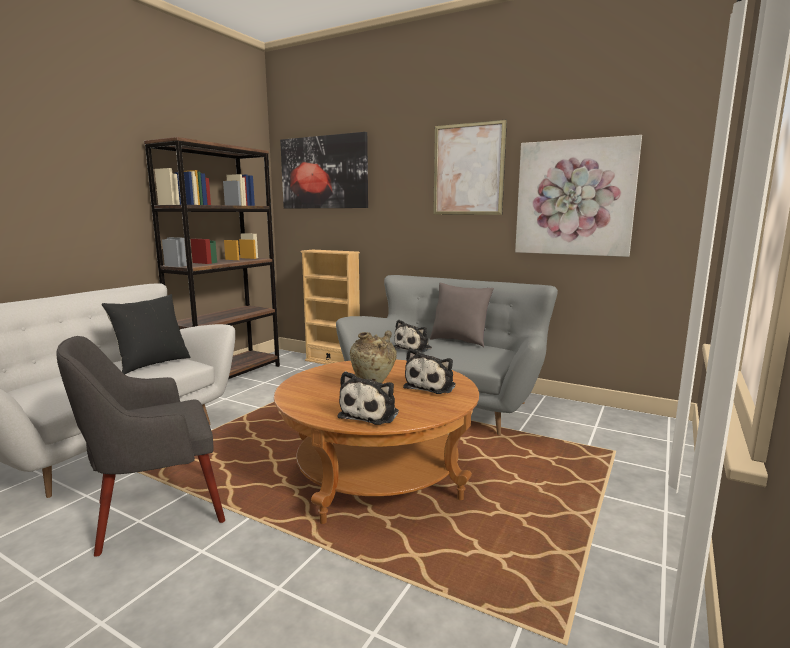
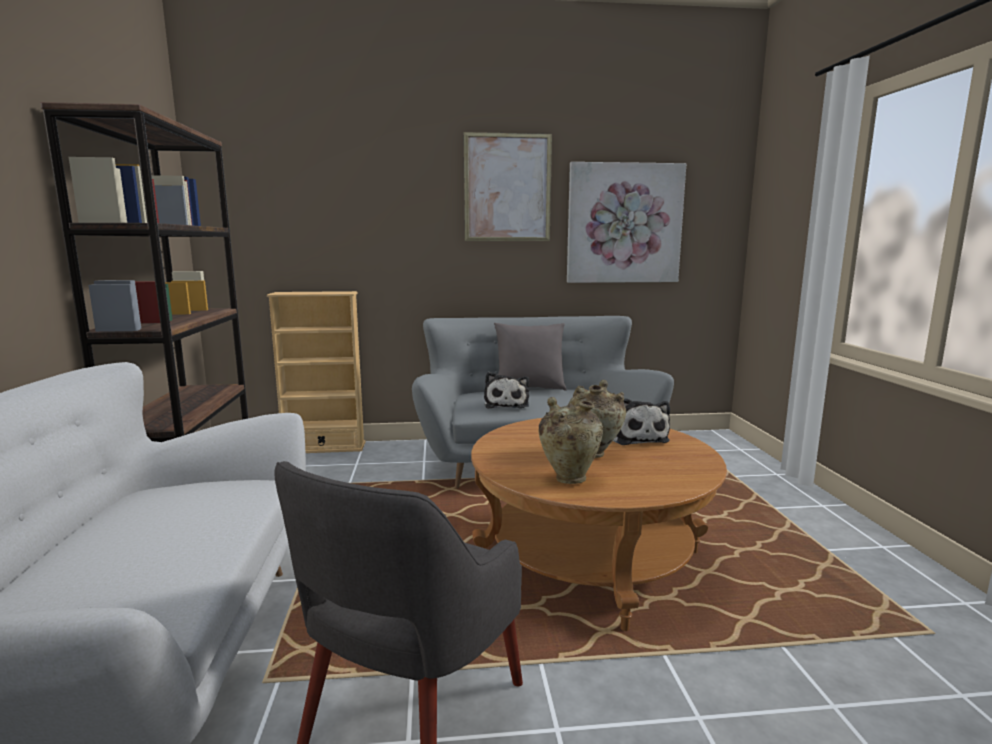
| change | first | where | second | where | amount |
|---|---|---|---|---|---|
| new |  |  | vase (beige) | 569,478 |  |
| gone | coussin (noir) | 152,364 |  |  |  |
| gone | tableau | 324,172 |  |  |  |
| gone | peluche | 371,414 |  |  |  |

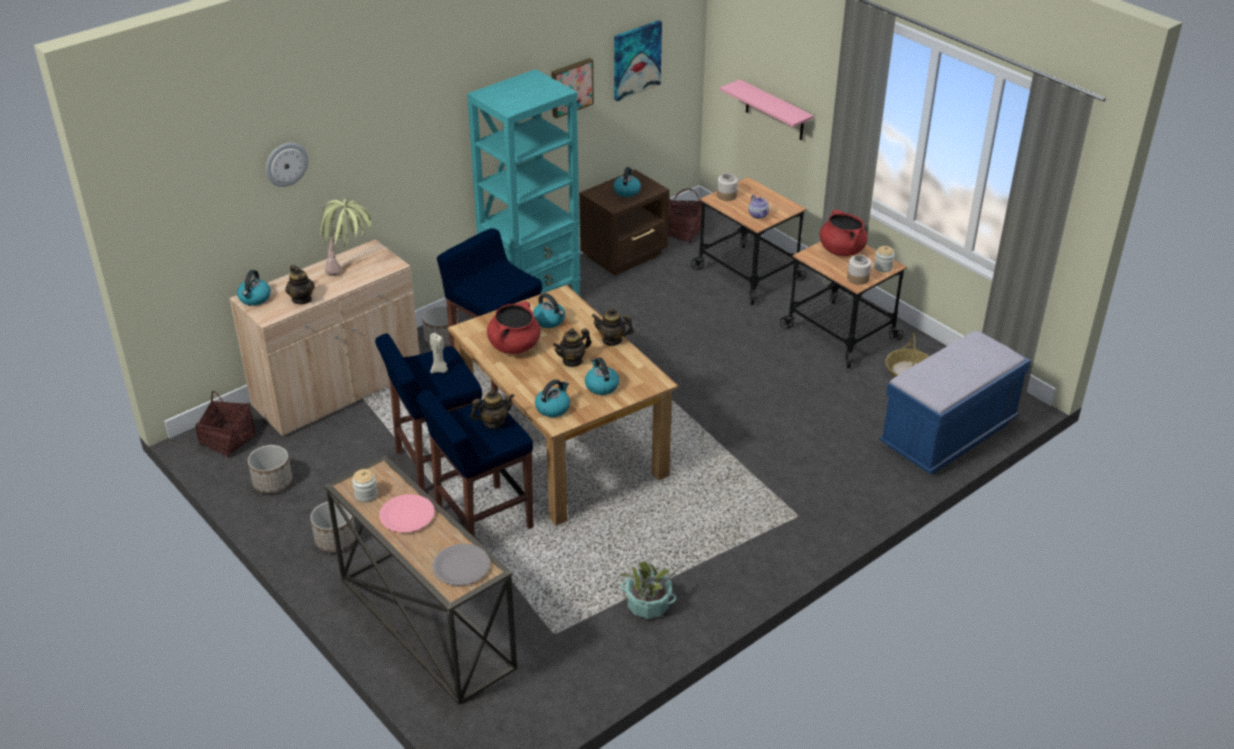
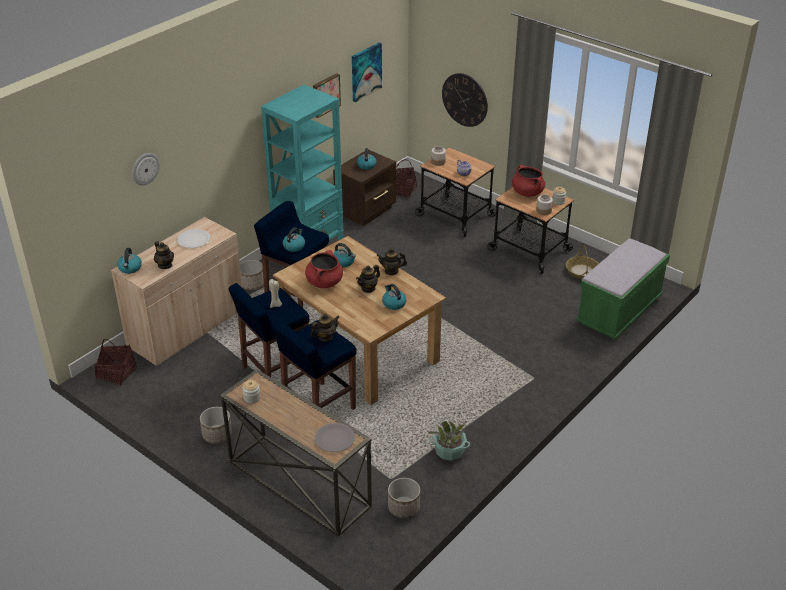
| change | first | where | second | where | amount |
|---|---|---|---|---|---|
| swapped | plante en pot | 350,269 | assiette (blanc) | 193,239 |  |
| shifted | bouilloire | 553,408 |  | 294,246 |  |
| shifted | cache-pot | 272,482 |  | 403,507 |  |
| swapped | étagère (rose) | 774,111 | horloge murale | 465,99 |  |
| repainted | banc (bleu) | 948,435 | banc (vert) | 619,311 |  |
| gone | assiette (rose) | 407,515 |  |  |  |

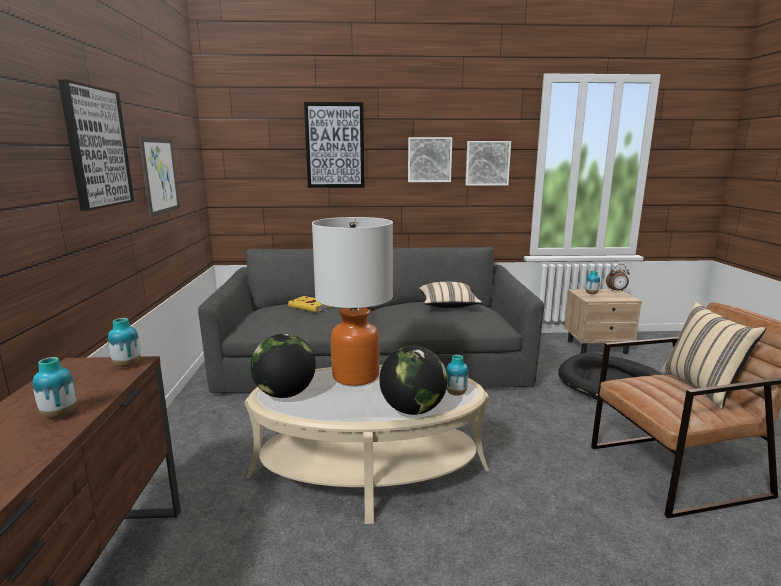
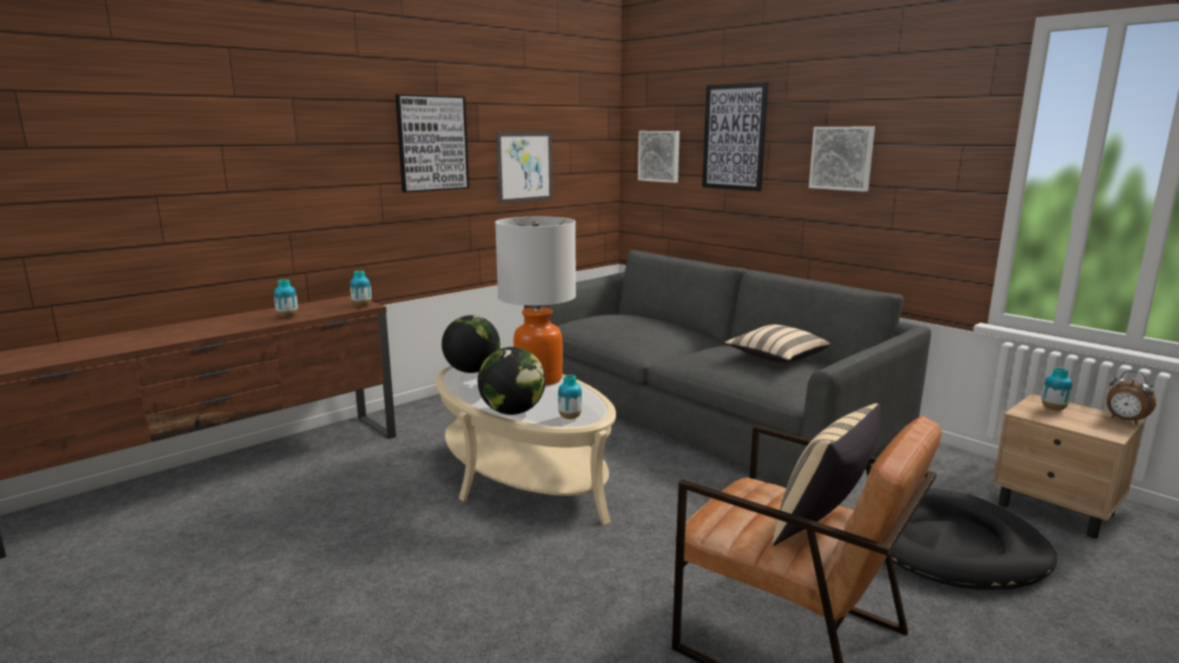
| change | first | where | second | where | amount |
|---|---|---|---|---|---|
| shifted | tableau | 487,163 |  | 660,156 |  |
| gone | livre (jaune) | 311,307 |  |  |  |

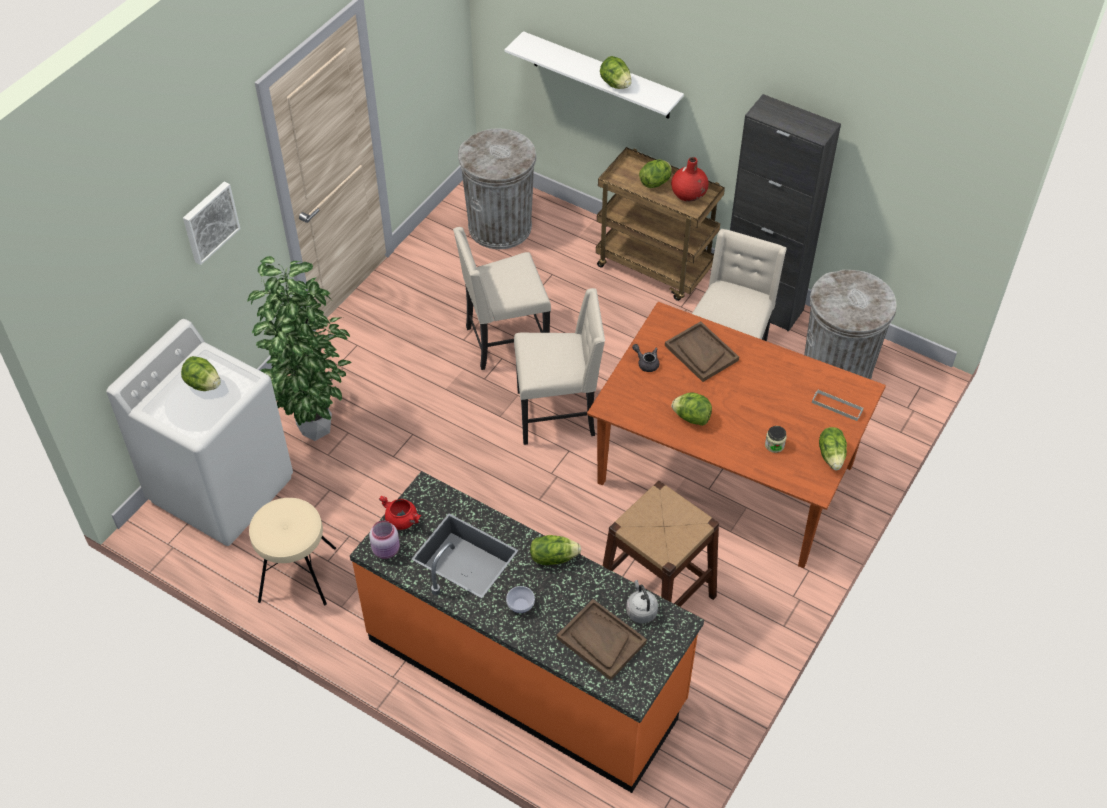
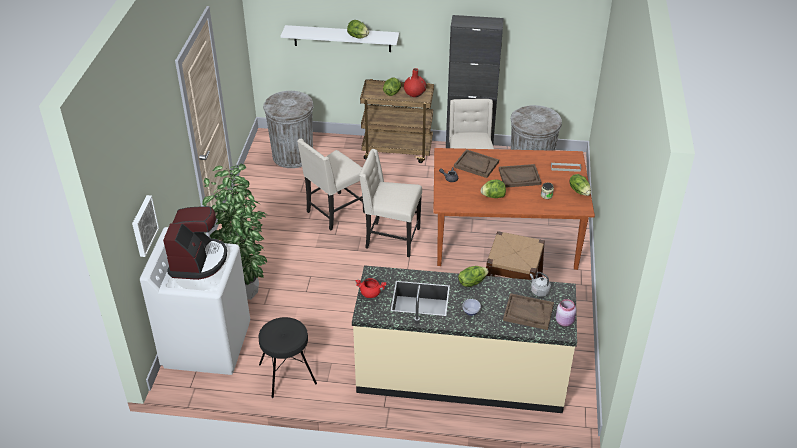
| change | first | where | second | where | amount |
|---|---|---|---|---|---|
| shifted | tableau | 209,222 |  | 143,225 |  |
| swapped | laitue | 203,384 | machine à café | 198,261 |  |
| repainted | tabouret (beige) | 297,574 | tabouret (noir) | 287,374 |  |
| repainted | comptoir de cuisine (orange) | 526,670 | comptoir de cuisine (beige) | 461,374 |  |
| rotated | chaise (beige) | 558,414 |  | 391,239 | 135 degrees counterclockwise |
| new |  |  | plateau (marron) | 519,177 |  |
| shifted | bocal (rose) | 387,550 |  | 565,321 |  |

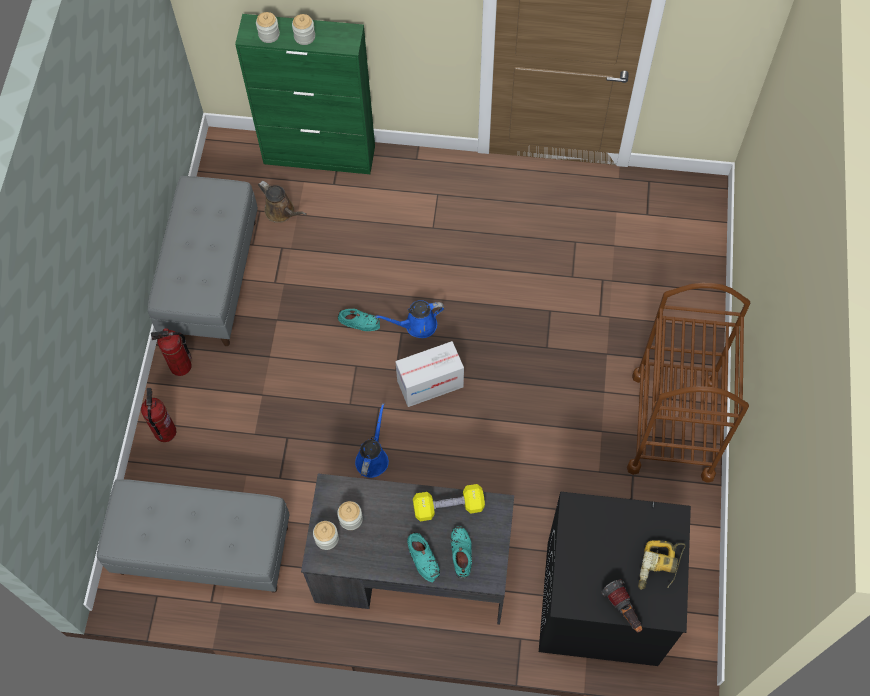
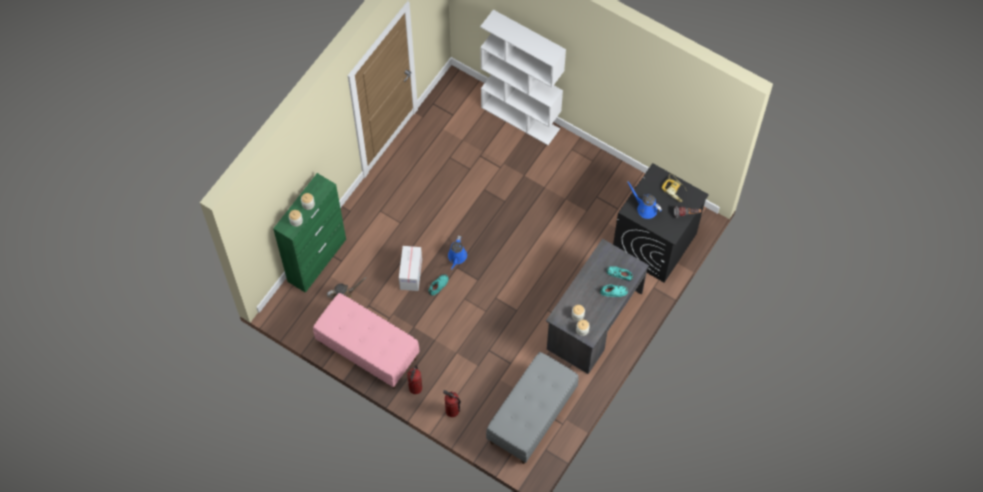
| change | first | where | second | where | amount |
|---|---|---|---|---|---|
| repainted | banc (gris) | 211,278 | banc (rose) | 367,350 |  |
| shifted | carton | 430,383 |  | 411,274 |  |
| new |  |  | bibliothèque (blanc) | 521,118 |  |
| shifted | arrosoir (bleu) | 373,458 |  | 645,208 |  |
| gone | haltère (jaune) | 448,506 |  |  |  |
| gone | chariot (marron) | 672,425 |  |  |  |

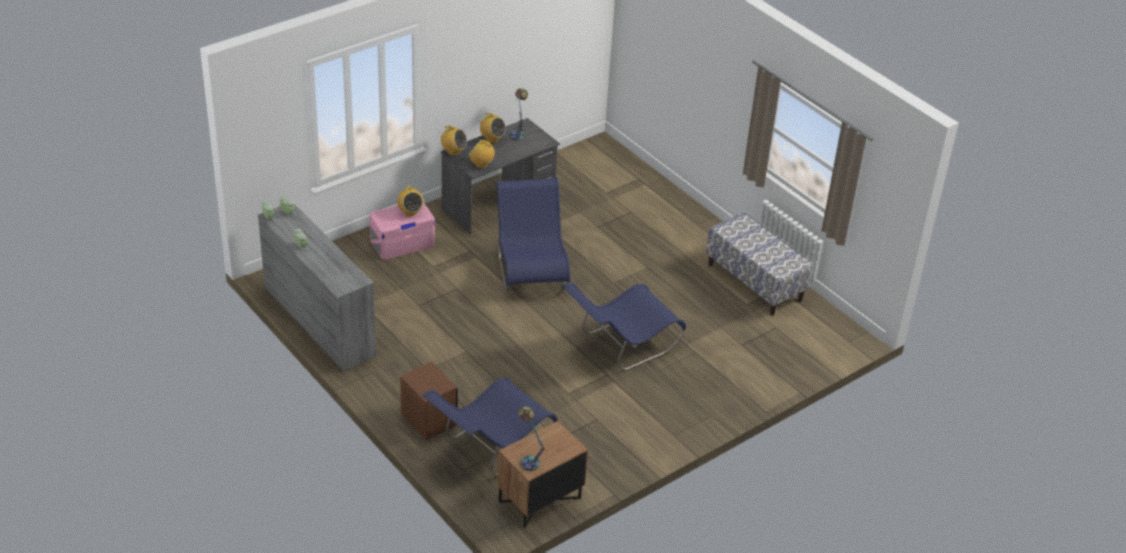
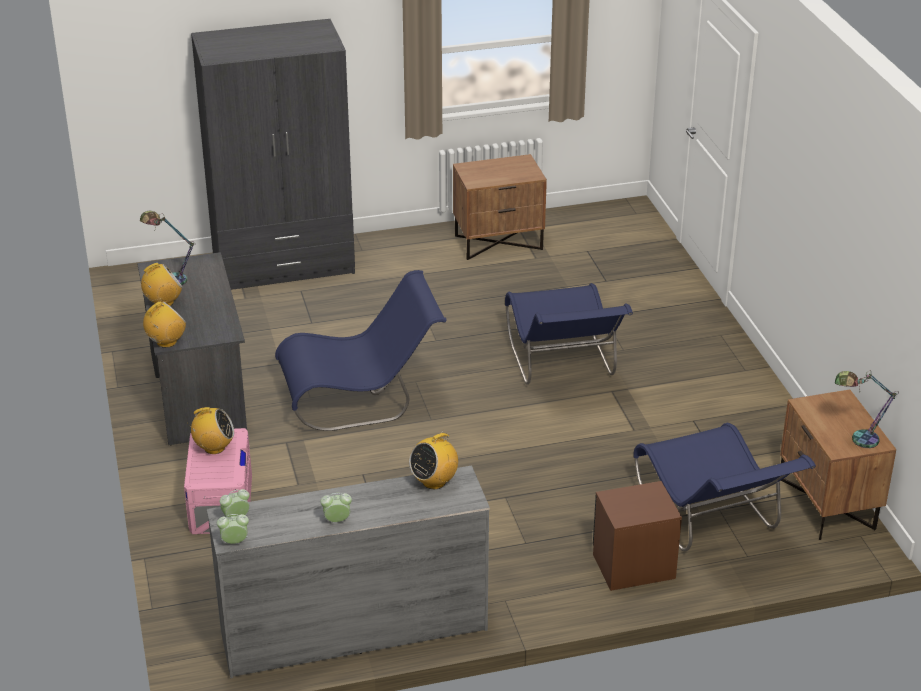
| change | first | where | second | where | amount |
|---|---|---|---|---|---|
| new |  |  | armoire (gris) | 284,264 |  |
| rotated | chaise (bleu) | 531,268 |  | 361,398 | 150 degrees clockwise |
| shifted | radio | 481,164 |  | 434,481 |  |
| swapped | banc | 755,282 | table de chevet (marron) | 498,242 |  |

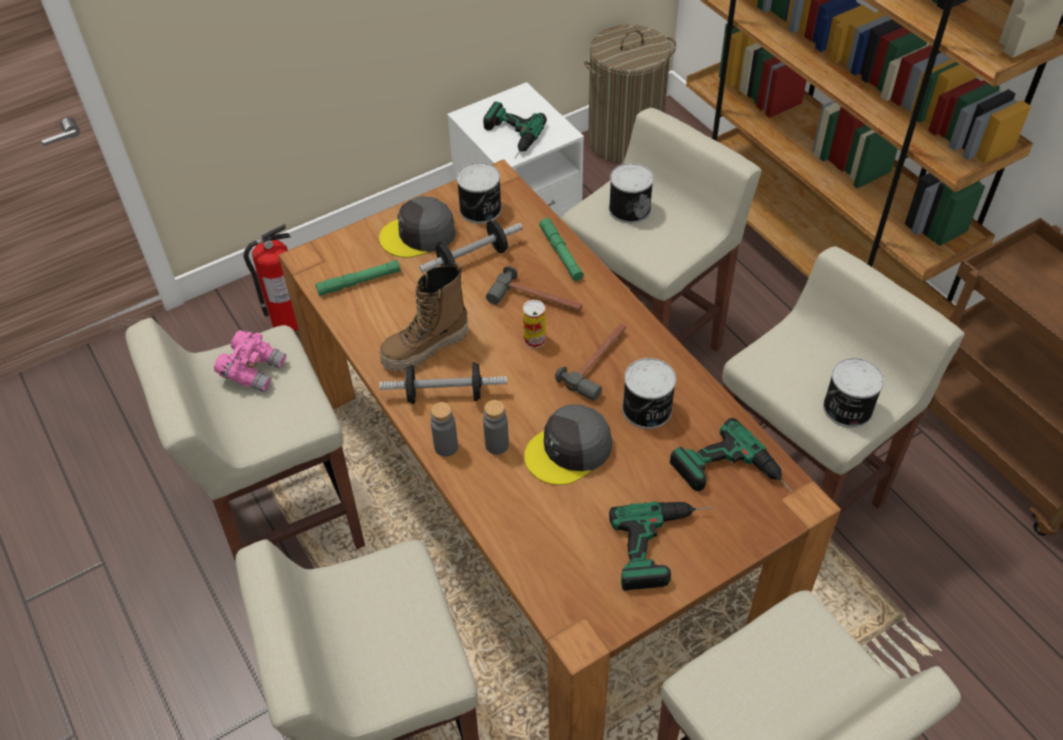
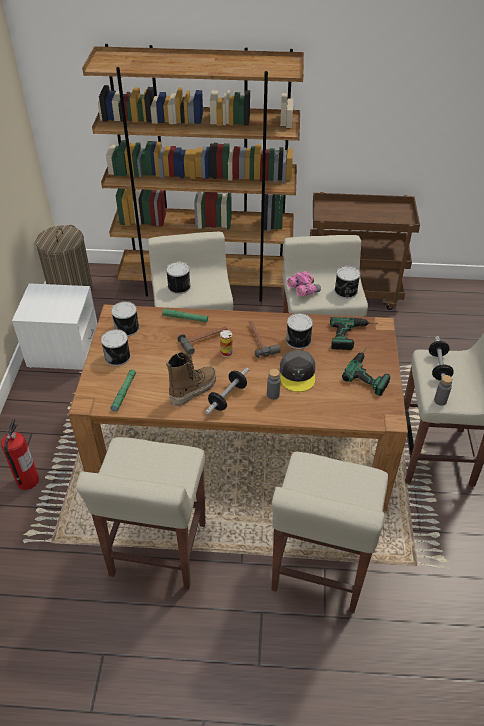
| change | first | where | second | where | amount |
|---|---|---|---|---|---|
| swapped | casquette (gris) | 419,235 | boîte métallique | 118,356 |  |
| rotated | botte | 425,348 |  | 193,390 | 135 degrees counterclockwise |
| shifted | jumelles (rose) | 253,370 |  | 302,291 |  |
| shifted | haltère | 472,259 |  | 438,367 |  |
| shifted | bouteille (gris) | 446,447 |  | 440,400 |  |
| gone | perceuse | 508,138 |  |  |  |

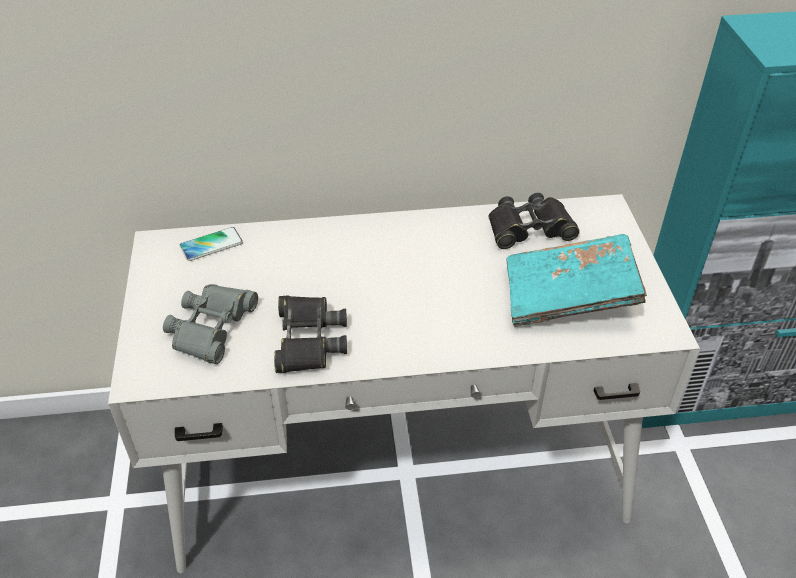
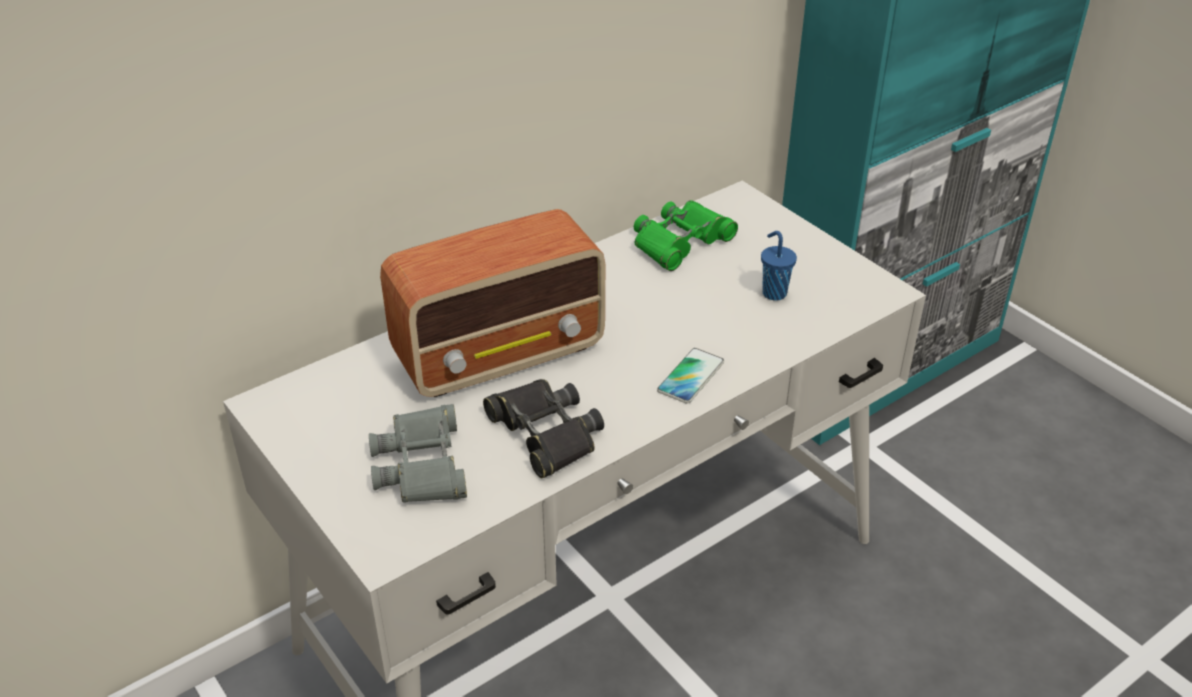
| change | first | where | second | where | amount |
|---|---|---|---|---|---|
| new |  |  | radio | 501,354 |  |
| repainted | jumelles (noir) | 529,228 | jumelles (vert) | 680,242 |  |
| shifted | téléphone | 211,245 |  | 690,377 |  |
| swapped | livre (turquoise) | 569,296 | tasse (bleu) | 773,292 |  |

